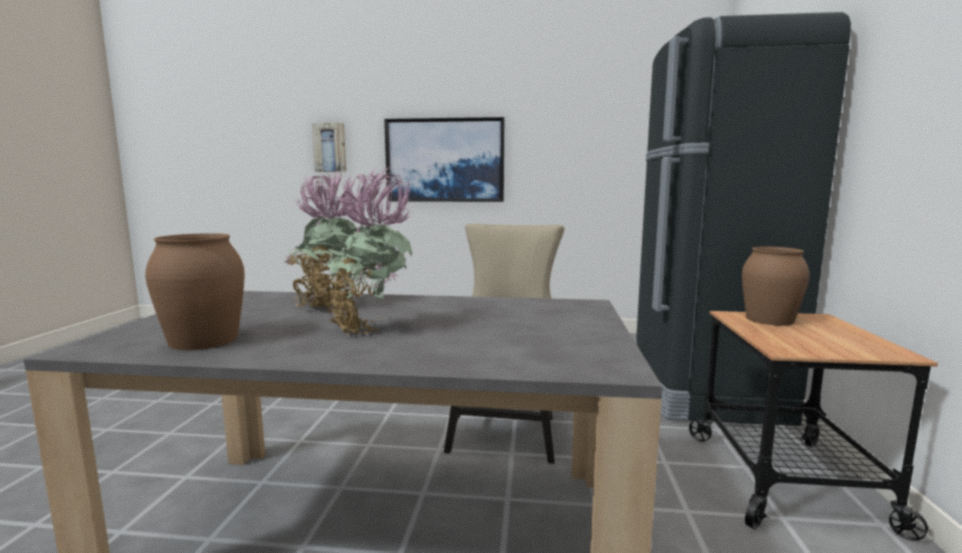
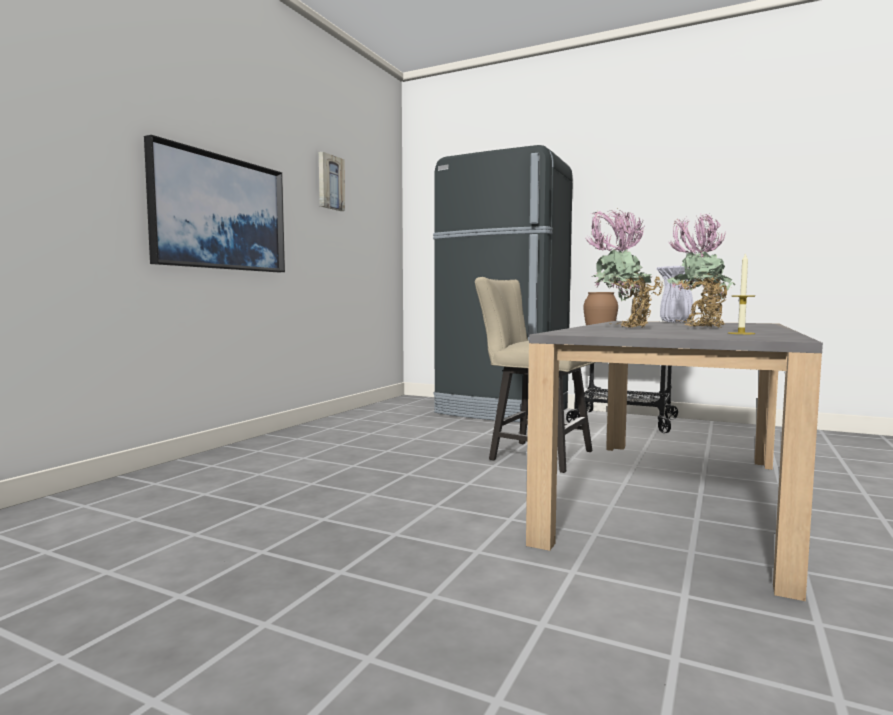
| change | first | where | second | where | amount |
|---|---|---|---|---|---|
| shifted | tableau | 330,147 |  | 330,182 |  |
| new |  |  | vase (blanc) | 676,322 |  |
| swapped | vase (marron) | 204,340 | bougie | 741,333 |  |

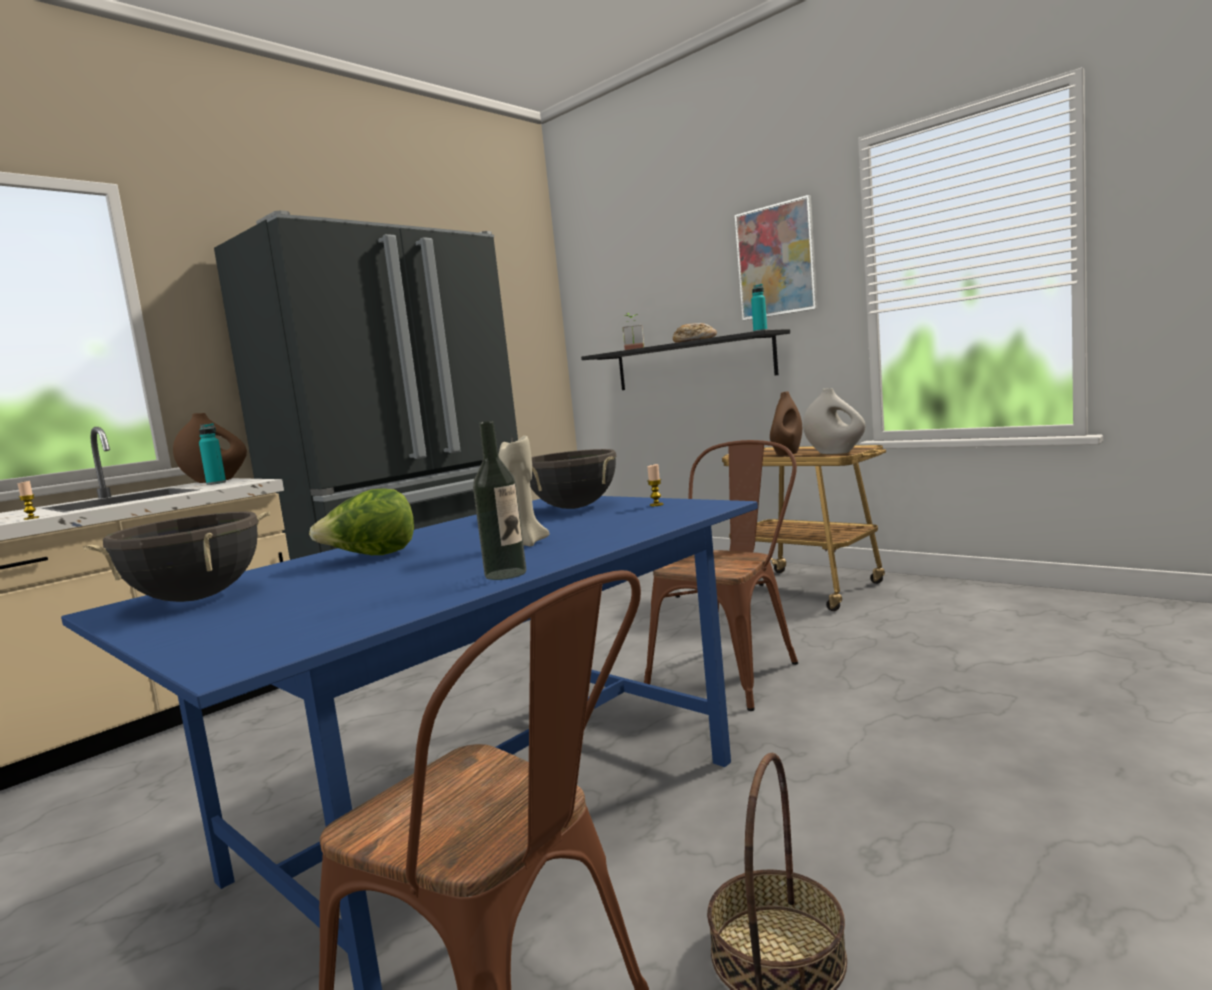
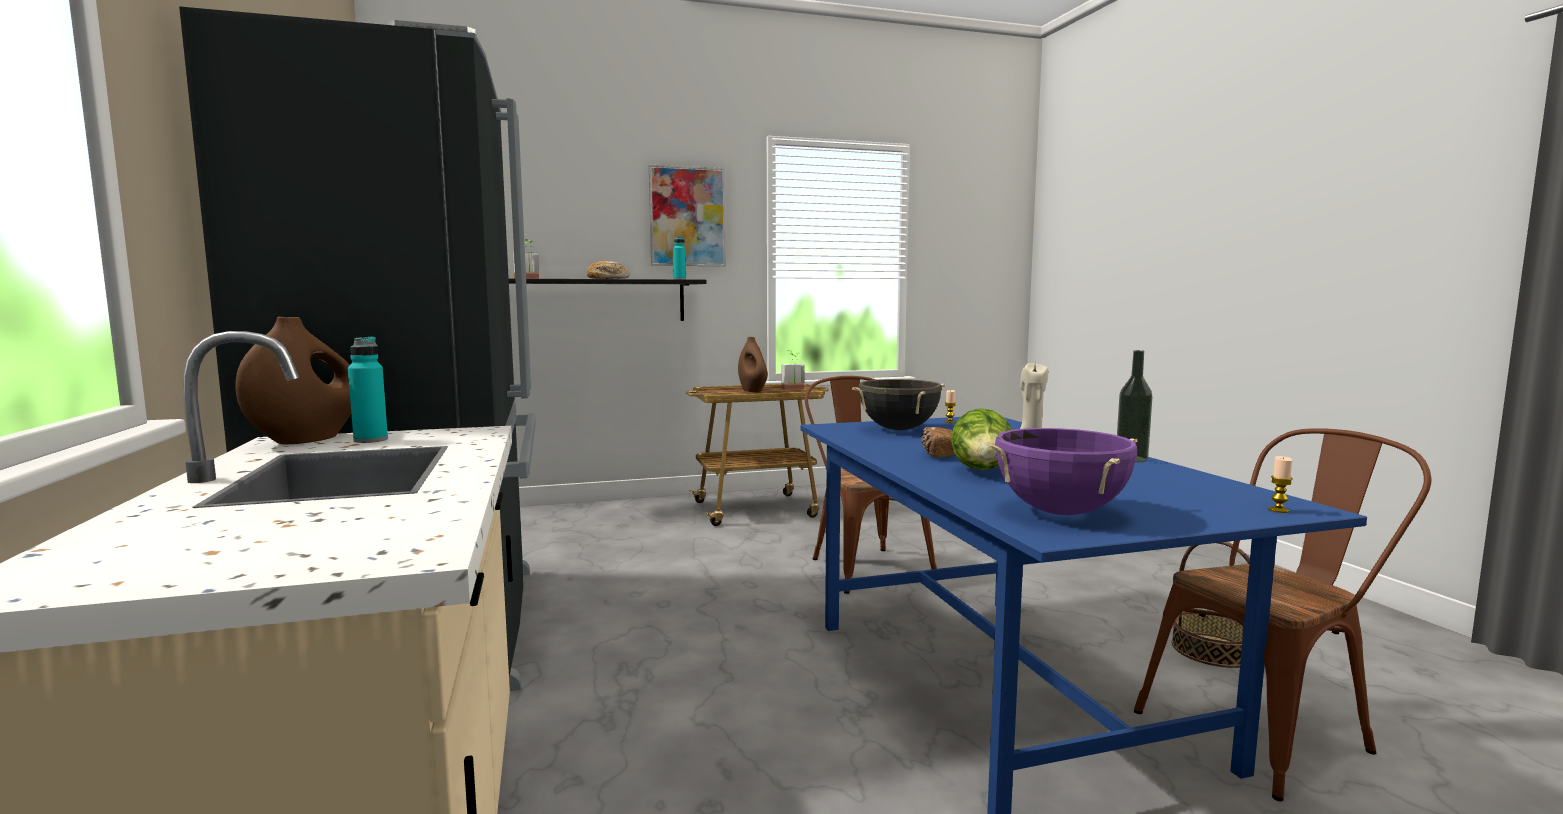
| change | first | where | second | where | amount |
|---|---|---|---|---|---|
| swapped | vase (blanc) | 835,453 | plante en pot | 794,389 |  |
| new |  |  | pain | 937,455 |  |
| repainted | marmite (noir) | 196,598 | marmite (violet) | 1060,512 |  |
| shifted | bougie | 31,518 |  | 1278,510 |  |

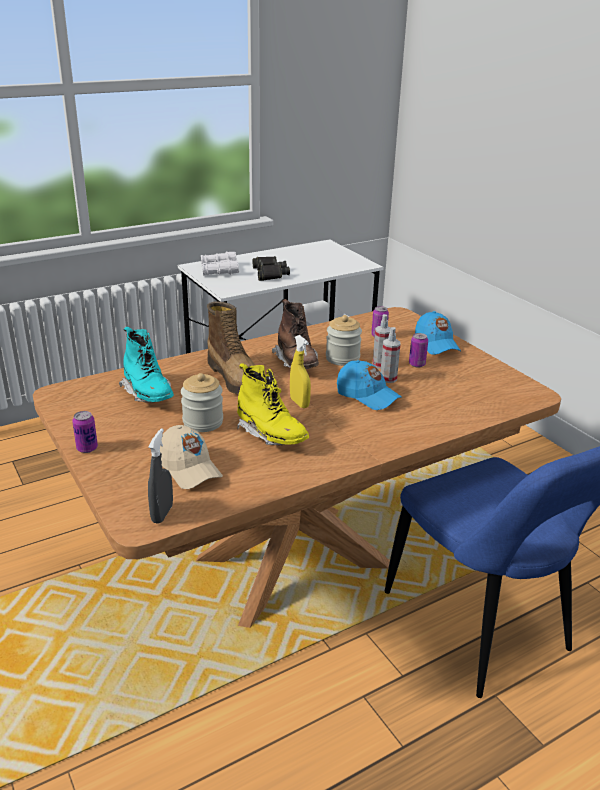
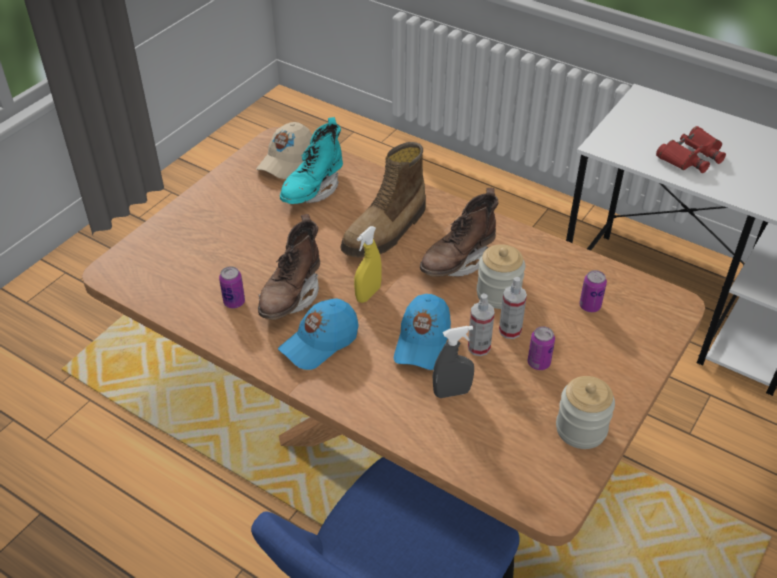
| change | first | where | second | where | amount |
|---|---|---|---|---|---|
| shifted | boîte métallique | 87,448 |  | 234,302 |  |
| shifted | casquette (beige) | 189,469 |  | 286,161 |  |
| repainted | botte (jaune) | 271,435 | botte (marron) | 291,296 |  |
| shifted | casquette (bleu) | 436,344 |  | 320,342 |  |
| shifted | vaporisateur (gris) | 162,513 |  | 452,392 |  |
| shifted | bocal | 203,422 |  | 581,429 |  |
| repainted | jumelles (noir) | 269,273 | jumelles (rouge) | 691,156 |  |
| gone | jumelles (blanc) | 219,270 |  |  |  |

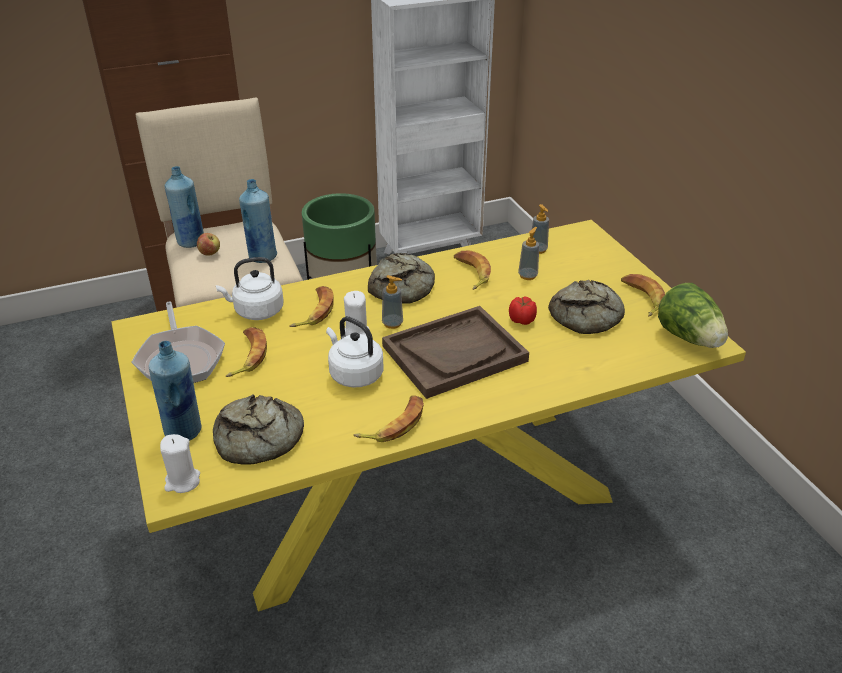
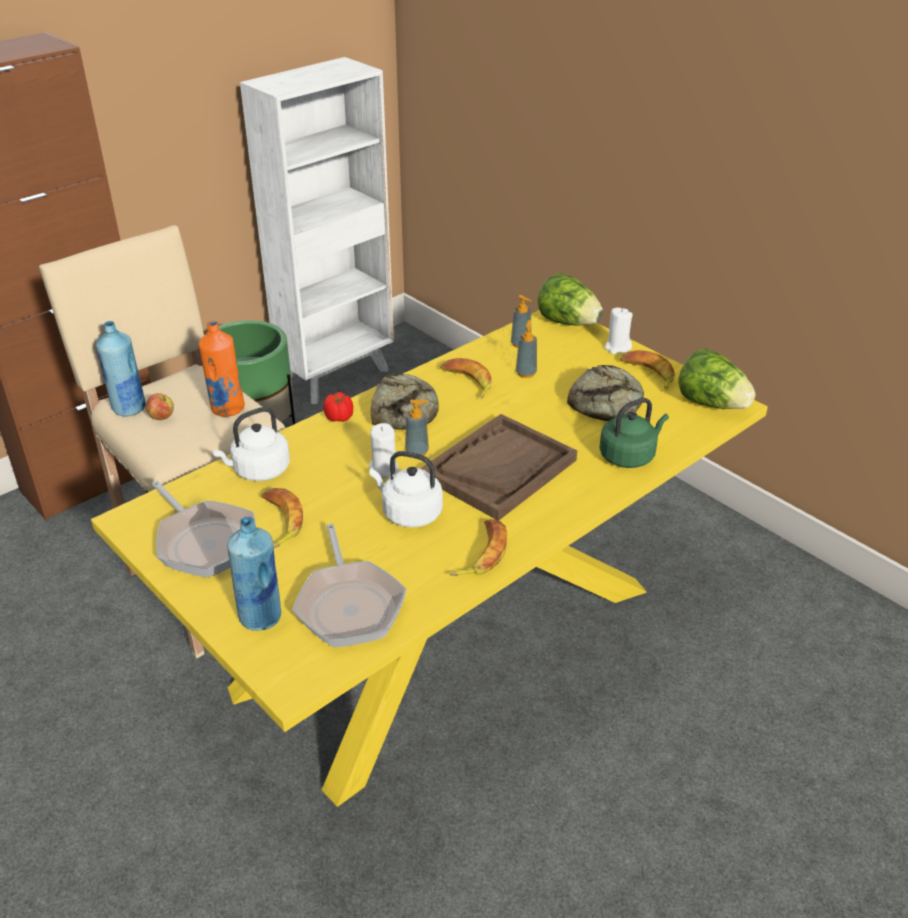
| change | first | where | second | where | amount |
|---|---|---|---|---|---|
| repainted | bouteille (bleu) | 262,256 | bouteille (orange) | 227,409 |  |
| swapped | pain | 258,439 | poêle | 349,604 |  |
| shifted | tomate | 522,320 |  | 339,418 |  |
| new |  |  | laitue | 568,322 |  |
| new |  |  | bouilloire (vert) | 629,456 |  |
| shifted | bougie (blanc) | 182,481 |  | 617,347 |  |
| gone | banane | 314,311 |  |  |  |

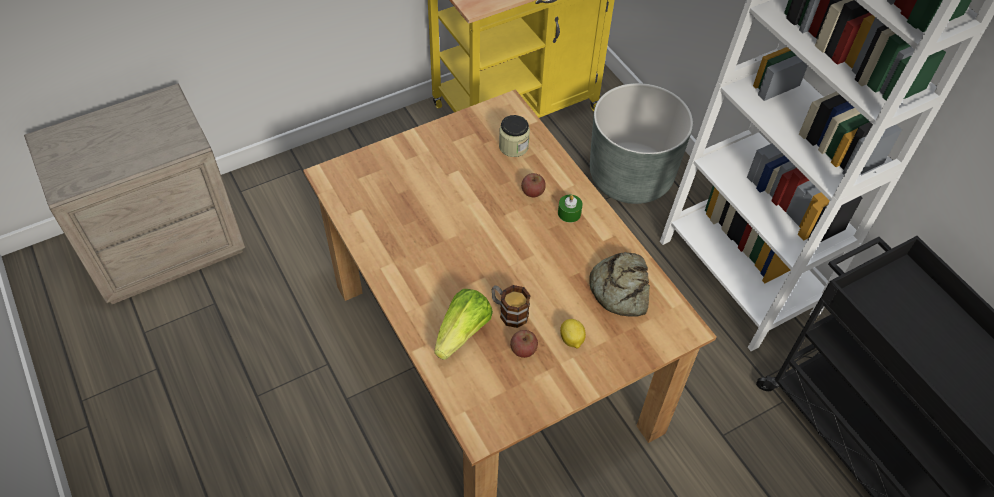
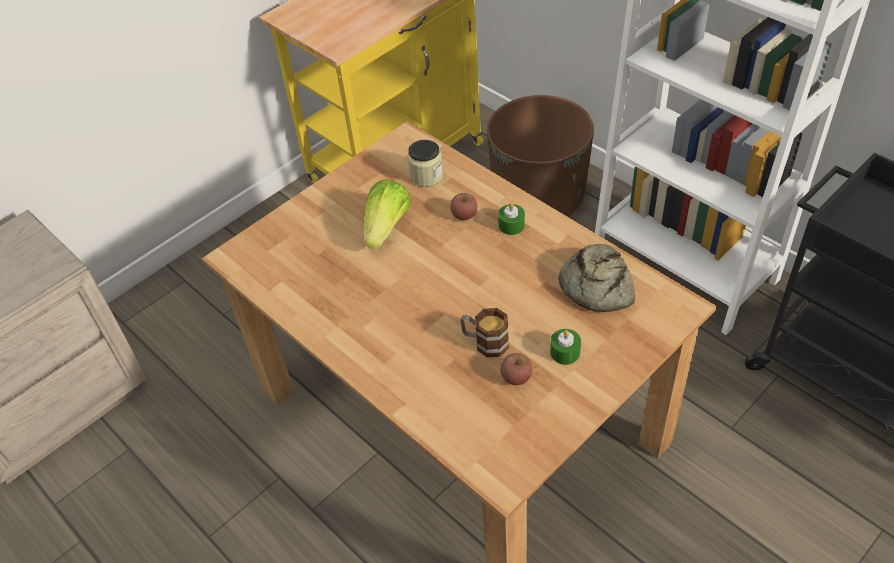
| change | first | where | second | where | amount |
|---|---|---|---|---|---|
| shifted | laitue | 463,333 |  | 386,228 |  |
| repainted | cache-pot (gris) | 630,176 | cache-pot (marron) | 538,198 |  |
| swapped | citron | 571,340 | bougie (vert) | 565,352 |  |

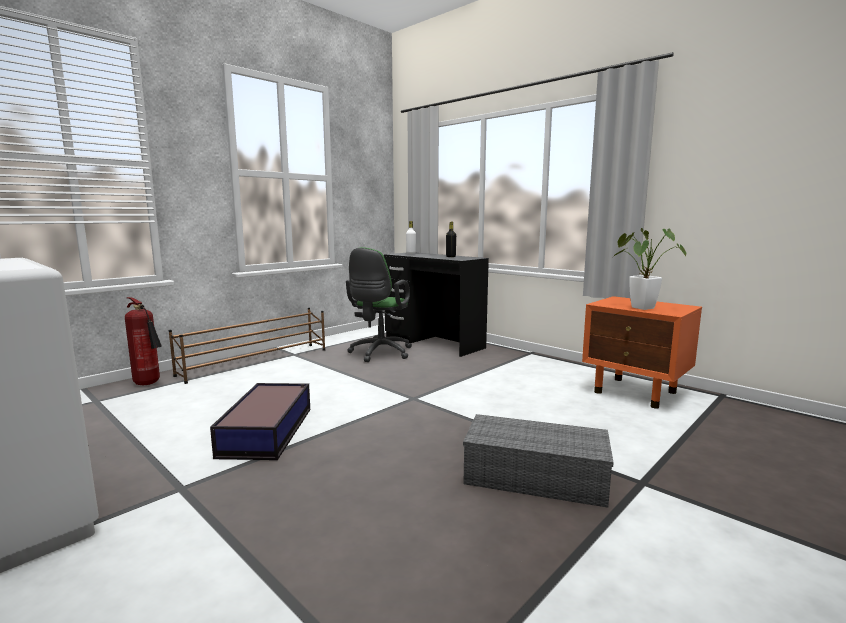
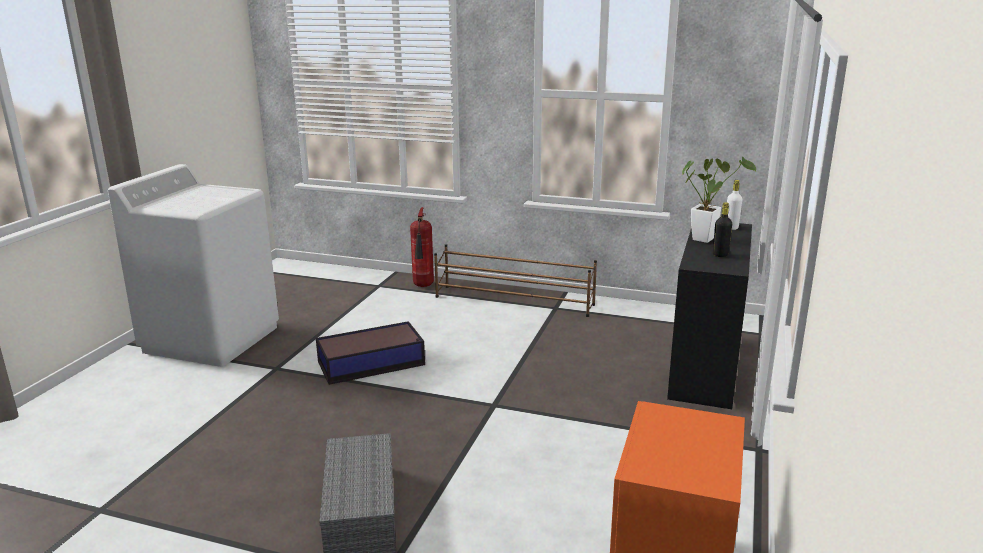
| change | first | where | second | where | amount |
|---|---|---|---|---|---|
| shifted | plante en pot | 638,307 |  | 705,238 |  |
| gone | chaise de bureau (vert) | 379,353 |  |  |  |

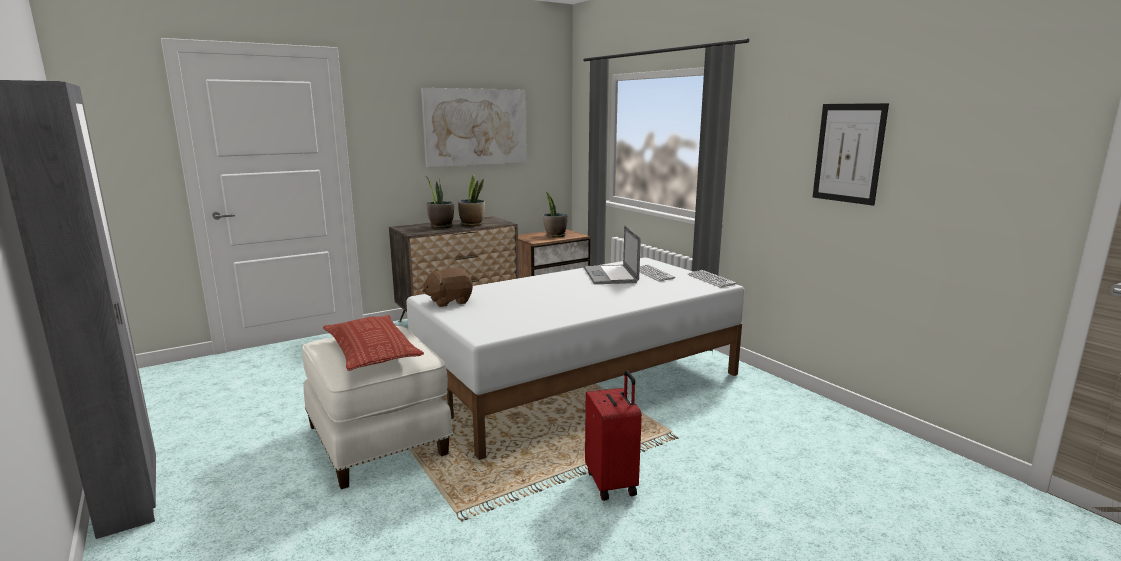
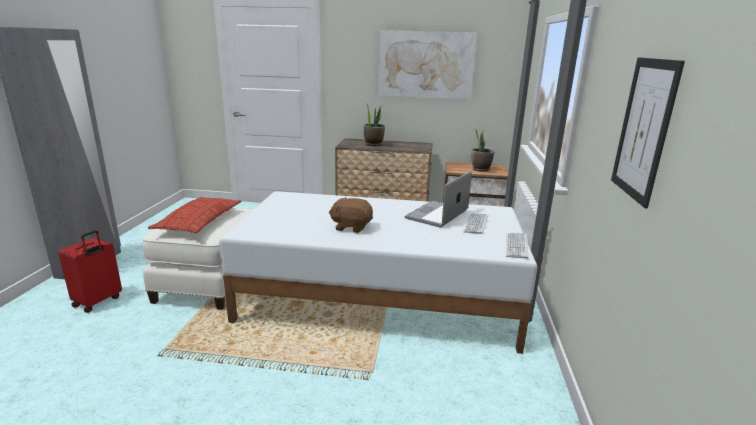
| change | first | where | second | where | amount |
|---|---|---|---|---|---|
| shifted | valise (rouge) | 612,483 |  | 98,302 |  |
| shifted | peluche (marron) | 449,301 |  | 351,227 |  |
| gone | plante en pot | 472,224 |  |  |  |

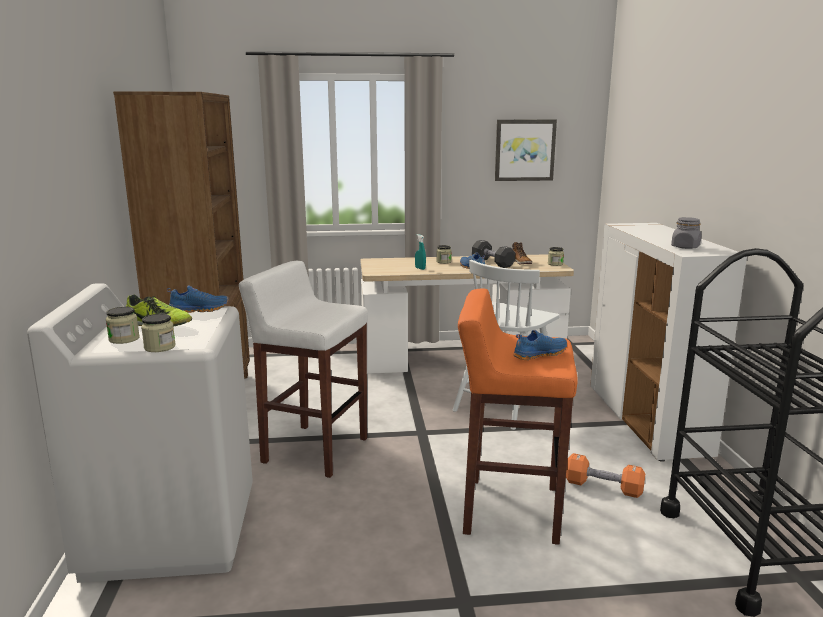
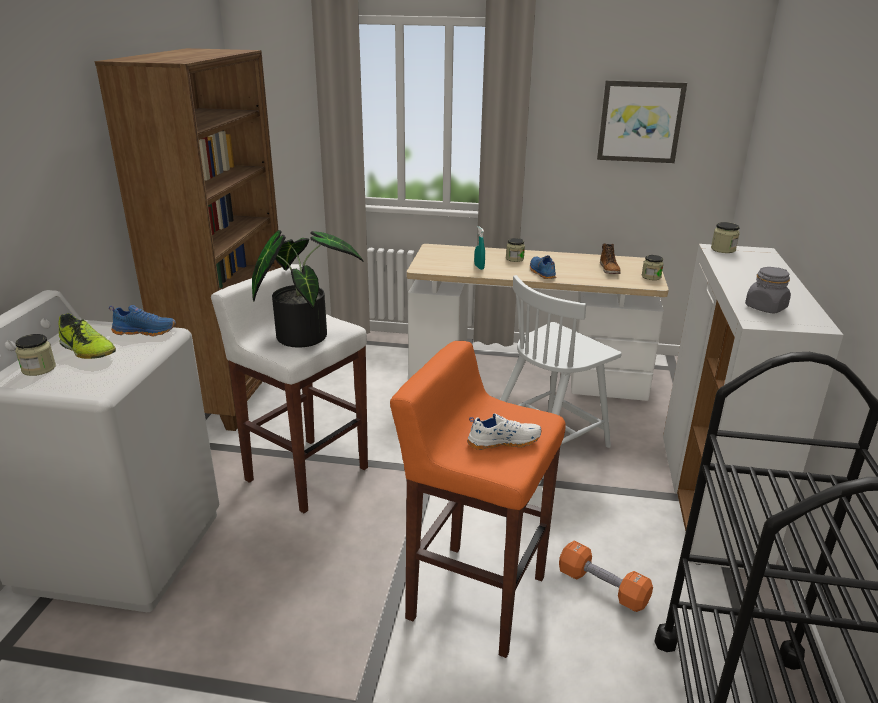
| change | first | where | second | where | amount |
|---|---|---|---|---|---|
| new |  |  | plante en pot | 304,334 |  |
| repainted | chaussure (bleu) | 539,354 | chaussure (blanc) | 503,441 |  |
| shifted | bocal | 160,347 |  | 723,249 |  |
| gone | haltère (noir) | 492,263 |  |  |  |

